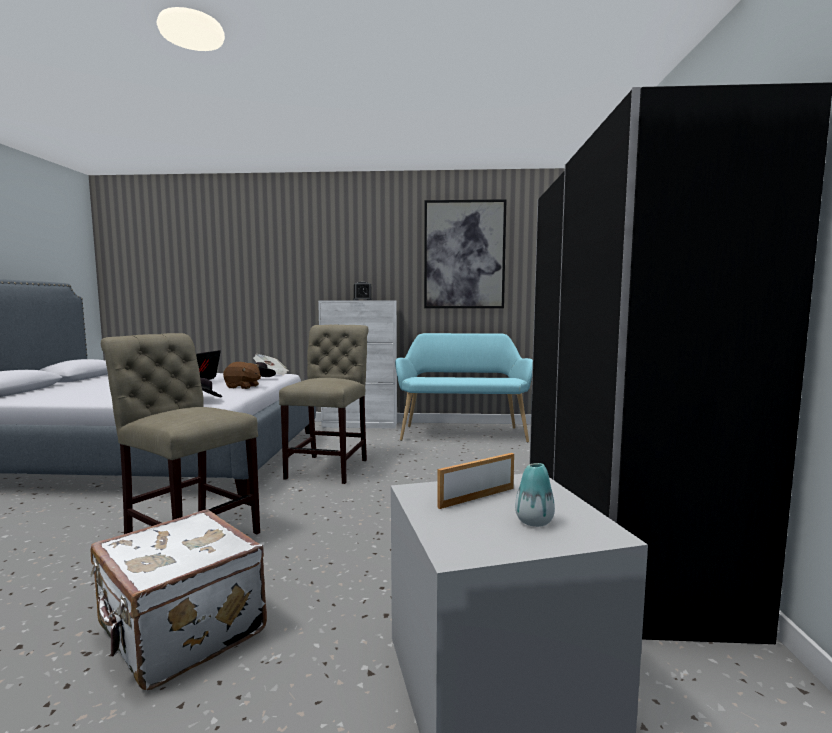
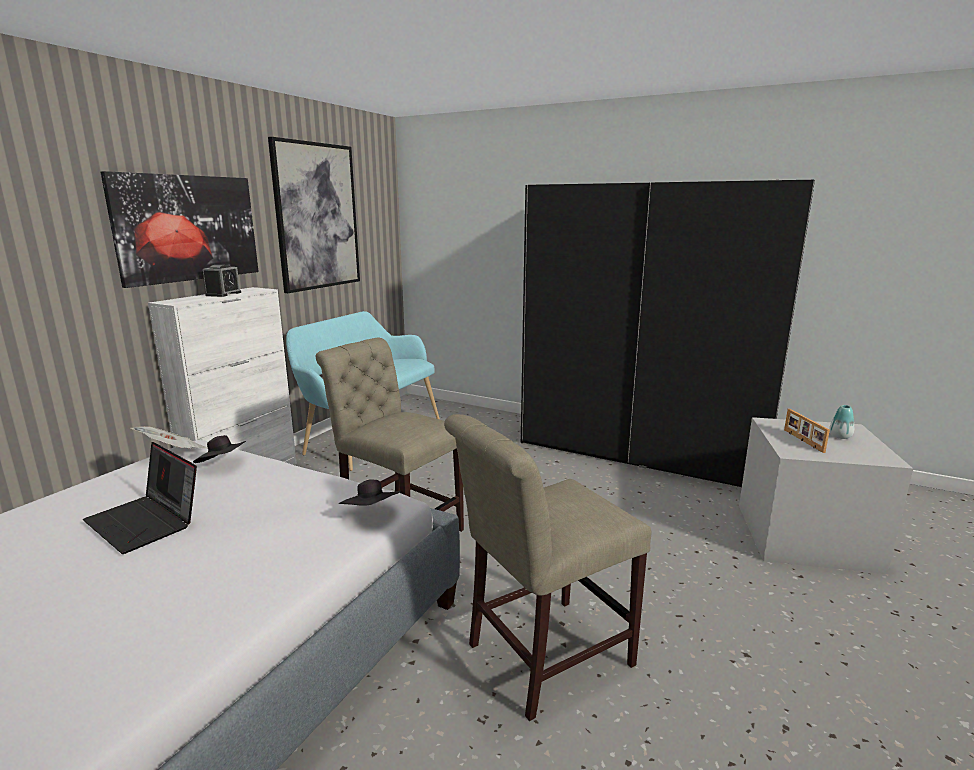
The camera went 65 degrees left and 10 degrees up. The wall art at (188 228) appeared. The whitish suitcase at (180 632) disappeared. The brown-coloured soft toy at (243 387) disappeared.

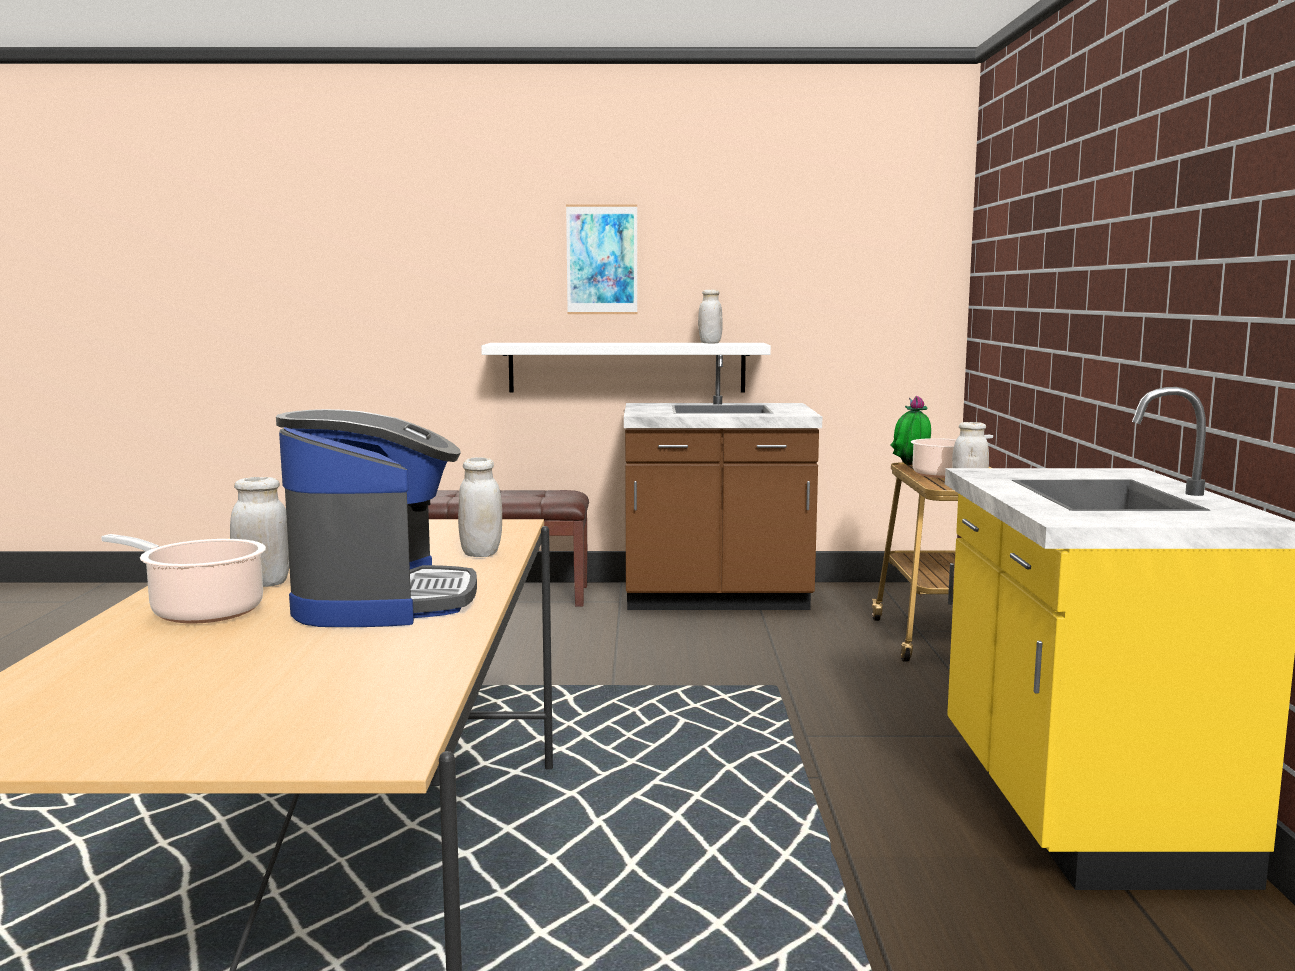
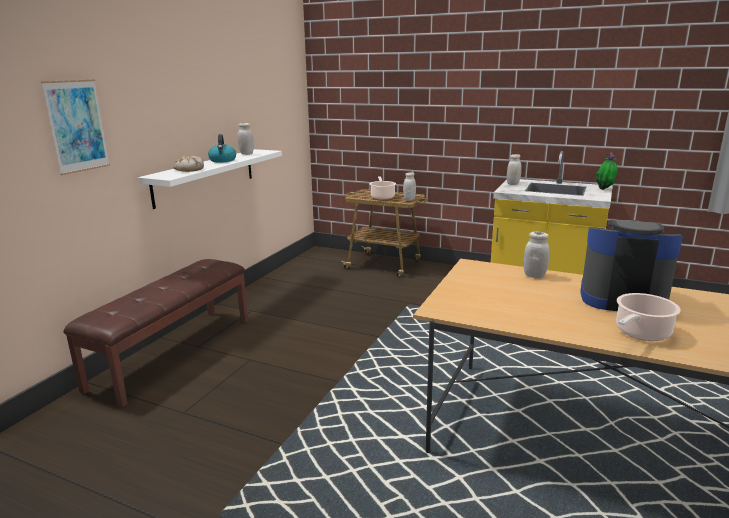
The camera went 65 degrees left and 10 degrees up. The wall art moved from (602 259) to (77 126). The baked bread at (189 169) appeared. The water kettle at (223 160) appeared. The whitish preserve jar moved from (263 583) to (513 184). The potted plant moved from (910 466) to (605 189). The brown-coloured kitchen base unit at (716 599) disappeared.

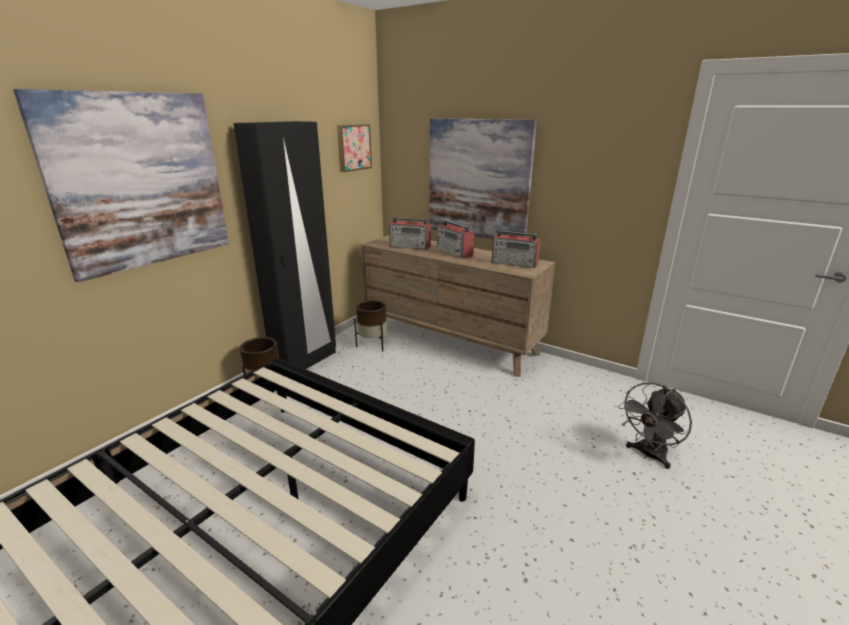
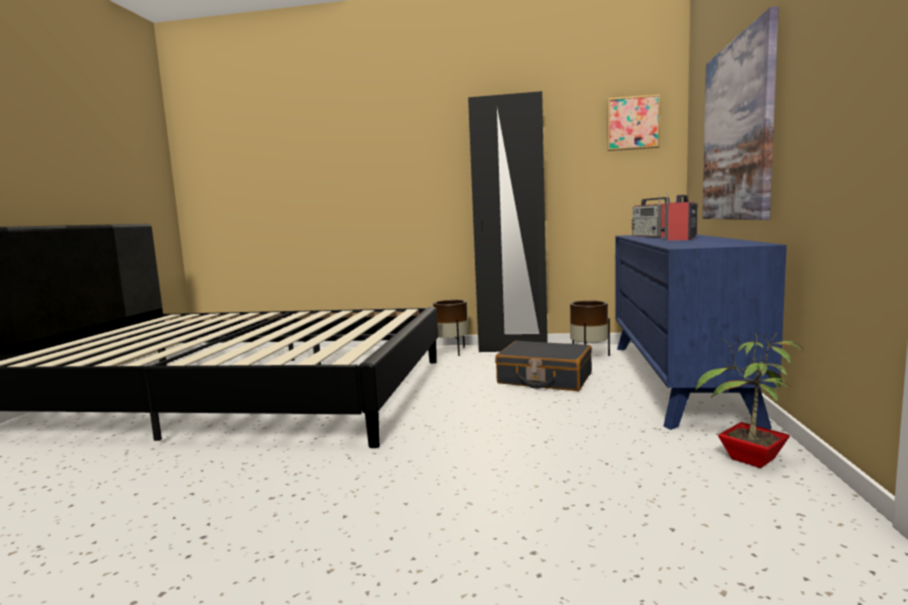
The camera went 65 degrees right and 15 degrees down. The black suitcase at (544 379) appeared. The brown-coloured drawer chest at (450 341) became the blue-coloured drawer chest at (676 379). The potted plant at (751 460) appeared. The wall art at (140 181) disappeared. The radio receiver at (515 263) disappeared. The grey electric fan at (648 455) disappeared.

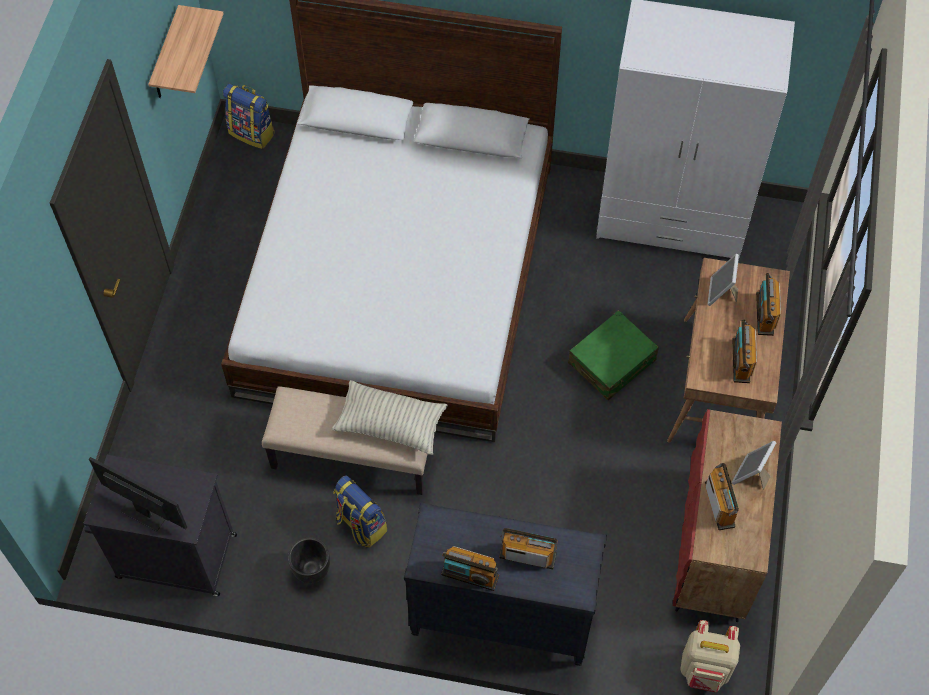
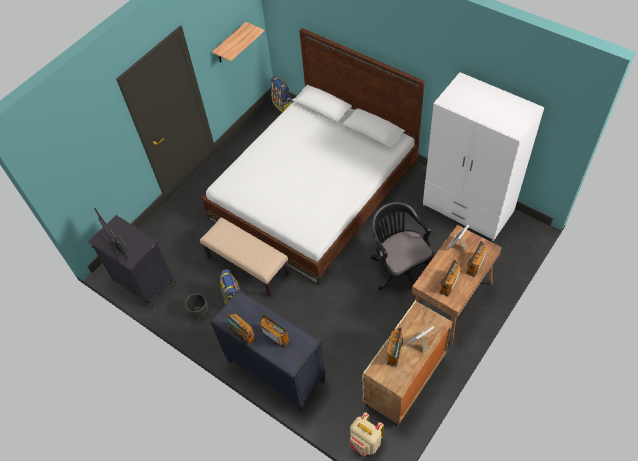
The camera went 30 degrees right and 5 degrees down. The reddish cupboard at (715 546) became the beige cupboard at (404 381). The green-coloured suitcase at (612 362) was replaced by the black computer chair at (399 268). The throw pillow at (391 424) disappeared.

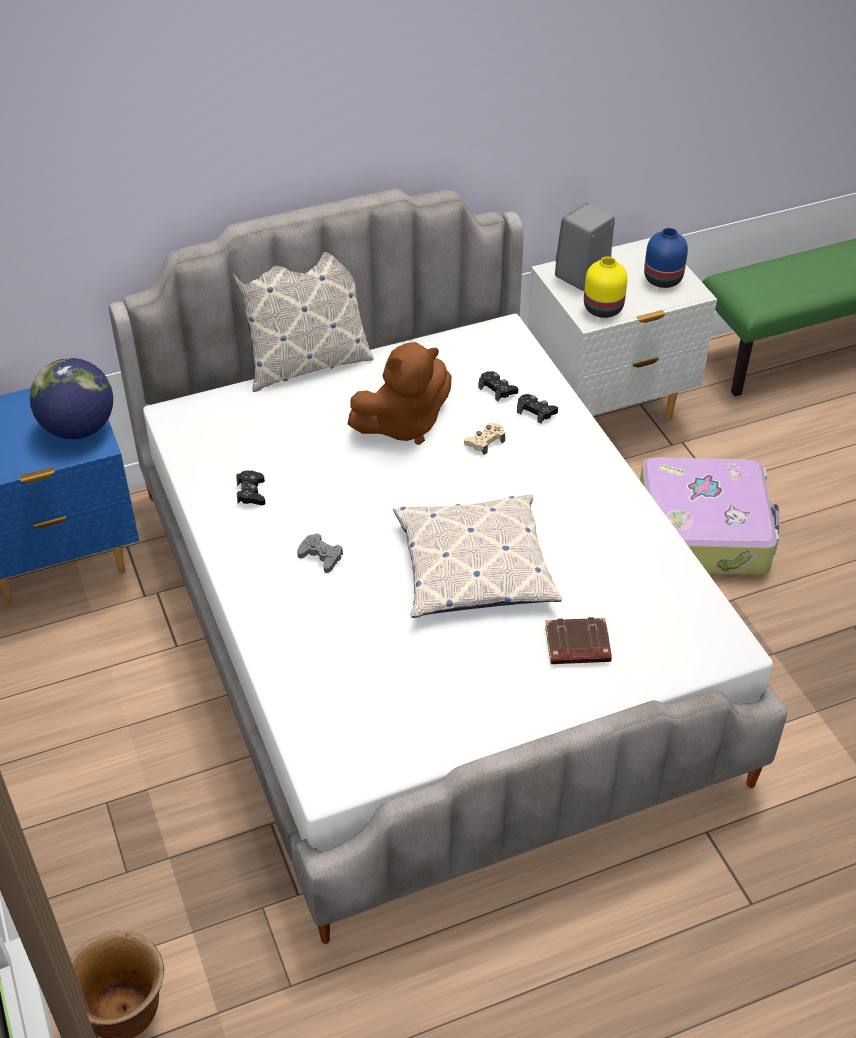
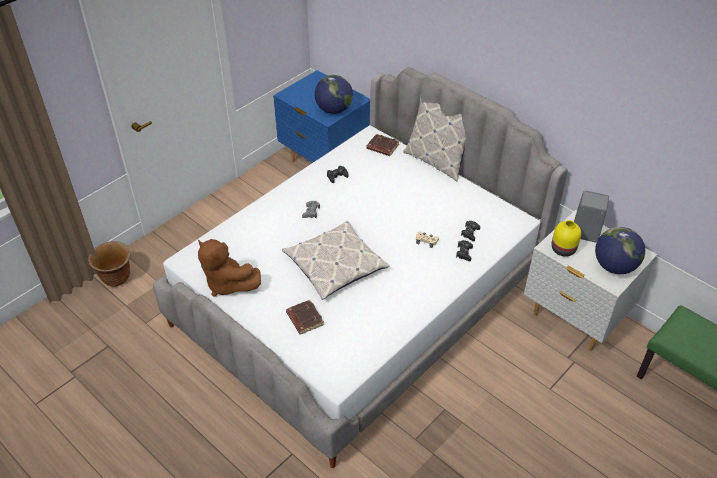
The camera went 65 degrees right and 0 degrees up. The brown-coloured soft toy moved from (403 424) to (227 283). The brown-coloured book at (382 147) appeared. The blue-coloured flower vase at (661 279) was replaced by the globe at (614 266). The suitcase at (703 531) disappeared.

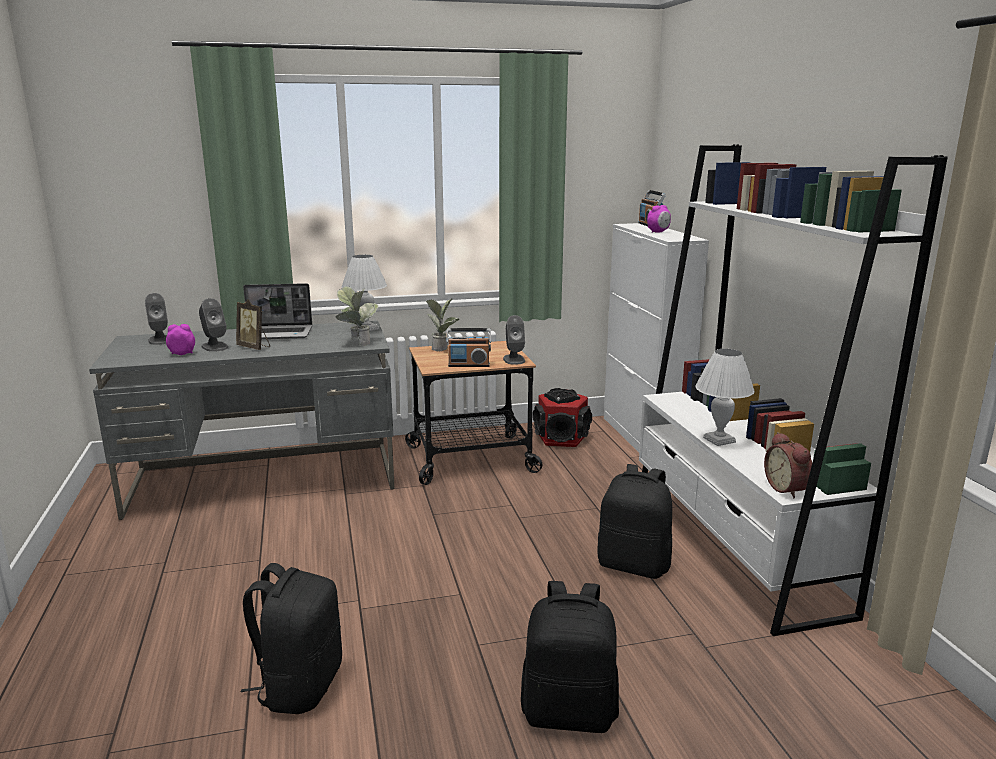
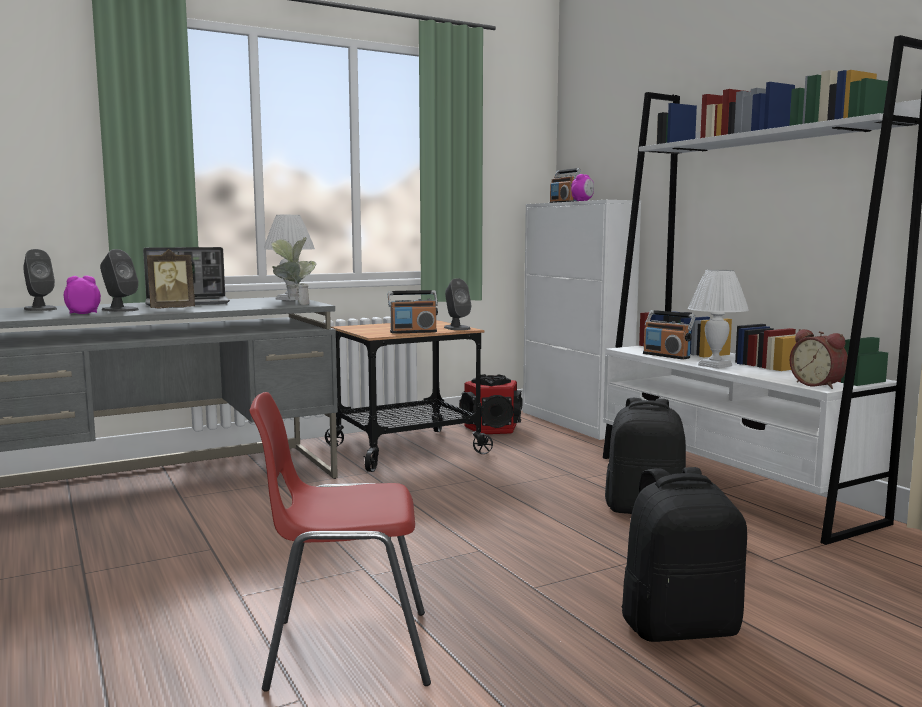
The camera went 15 degrees left and 10 degrees down. The standing frame at (254 347) turned 45 degrees counterclockwise. The black knapsack at (299 685) was replaced by the reddish plain chair at (345 650). The radio receiver at (666 356) appeared. The potted plant at (443 348) disappeared.

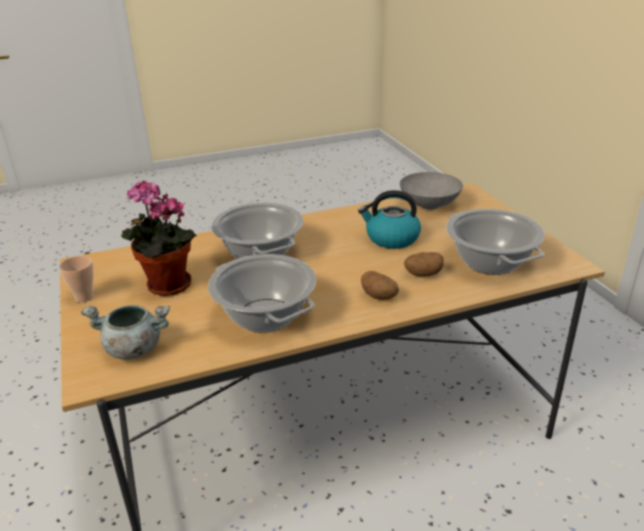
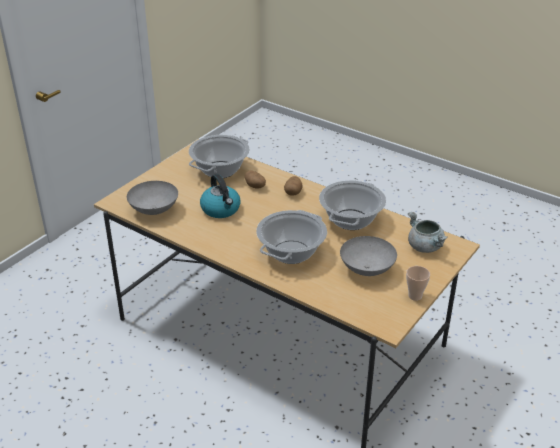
The camera went 125 degrees left and 5 degrees up. The potted plant at (165 287) was replaced by the grey serving bowl at (368 269).

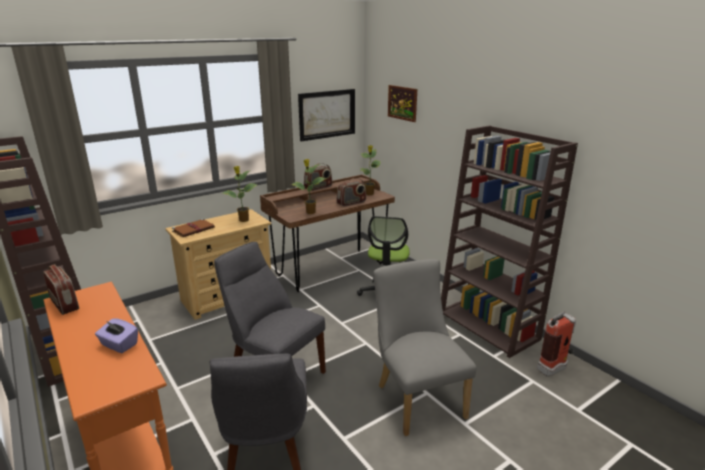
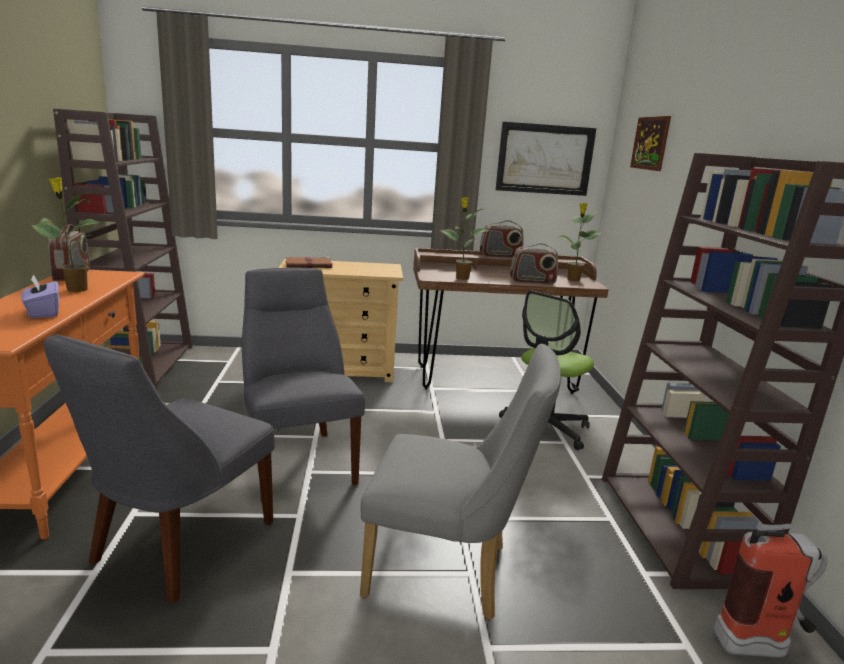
The camera went 30 degrees right and 5 degrees down. The potted plant moved from (243 220) to (75 289). The grey plain chair at (417 397) turned 90 degrees clockwise.

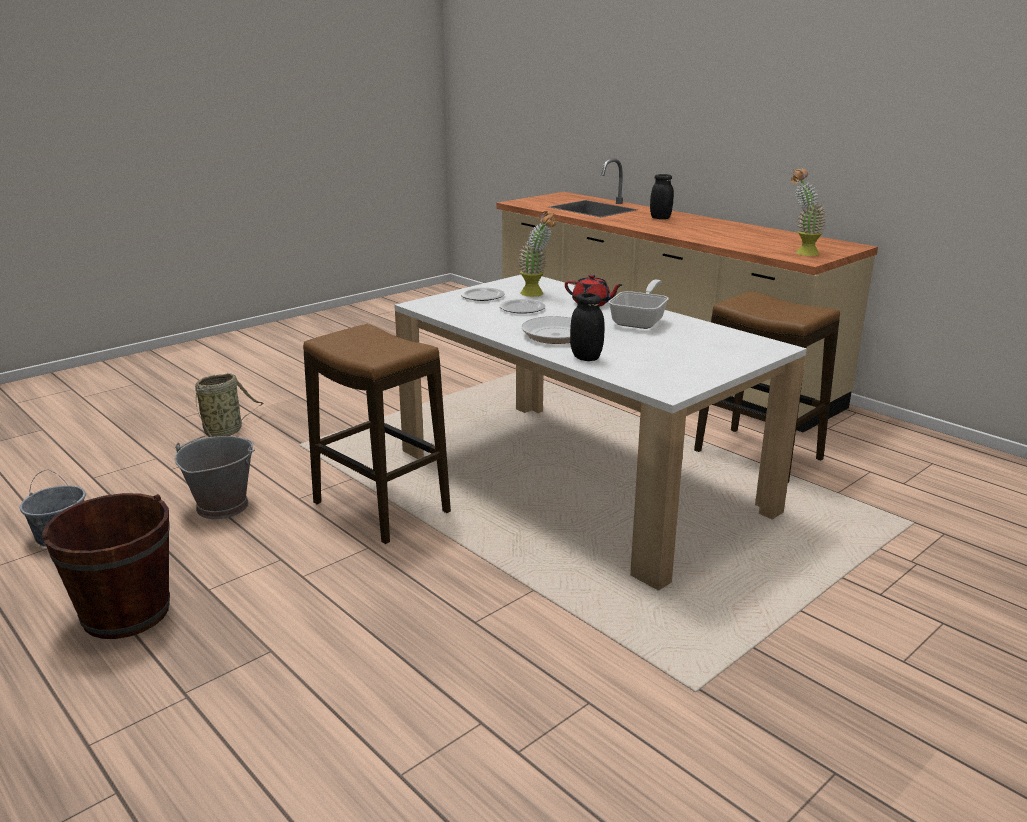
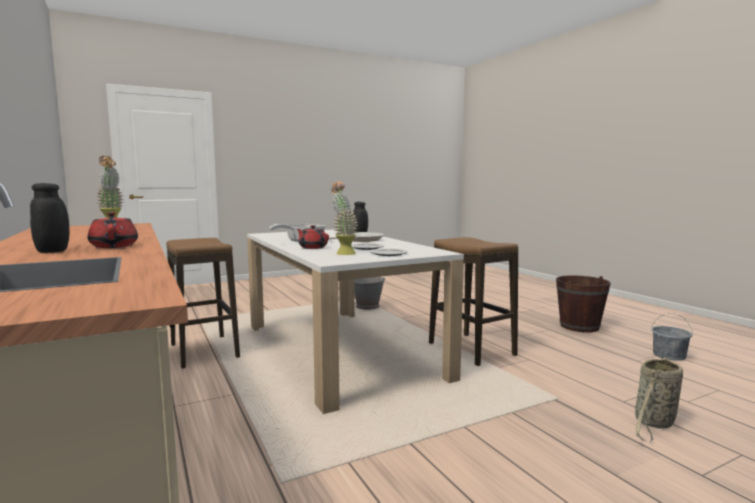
The camera went 165 degrees left and 15 degrees down. The reddish teapot at (114 246) appeared. The grey pail moved from (222 506) to (368 307).

